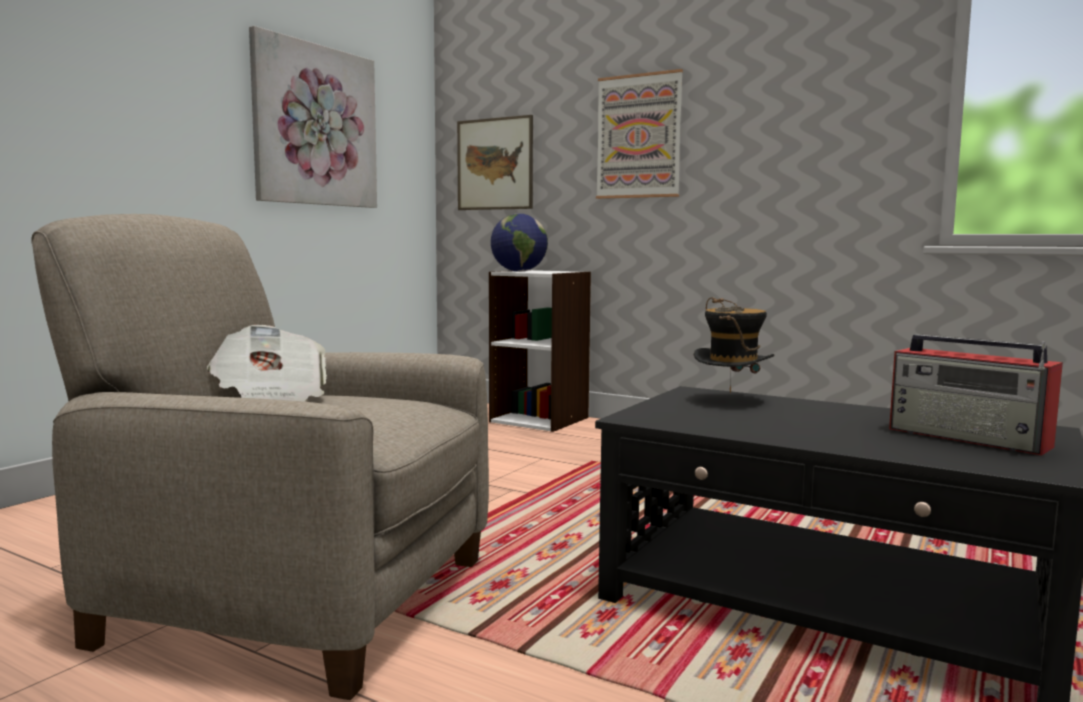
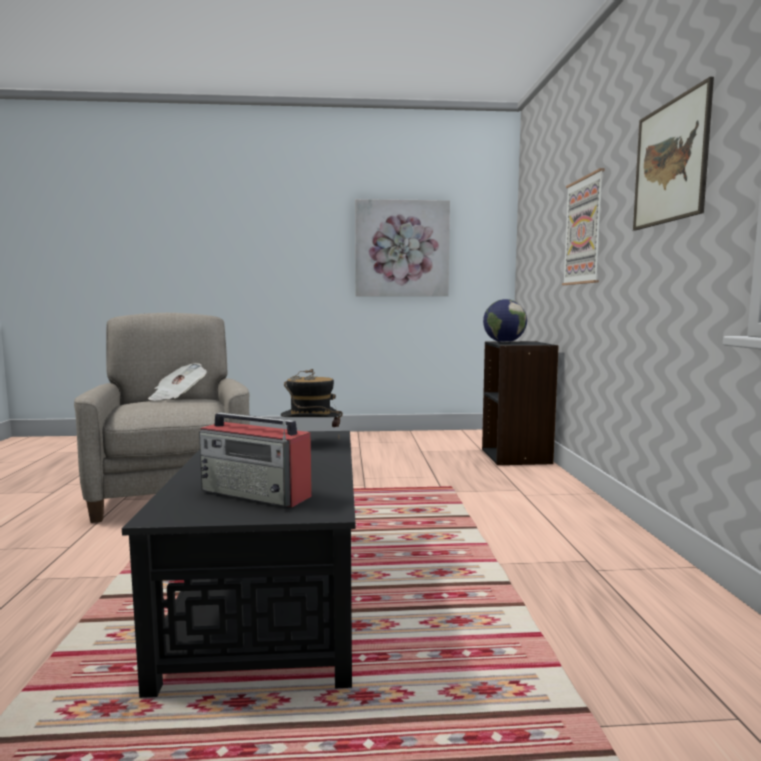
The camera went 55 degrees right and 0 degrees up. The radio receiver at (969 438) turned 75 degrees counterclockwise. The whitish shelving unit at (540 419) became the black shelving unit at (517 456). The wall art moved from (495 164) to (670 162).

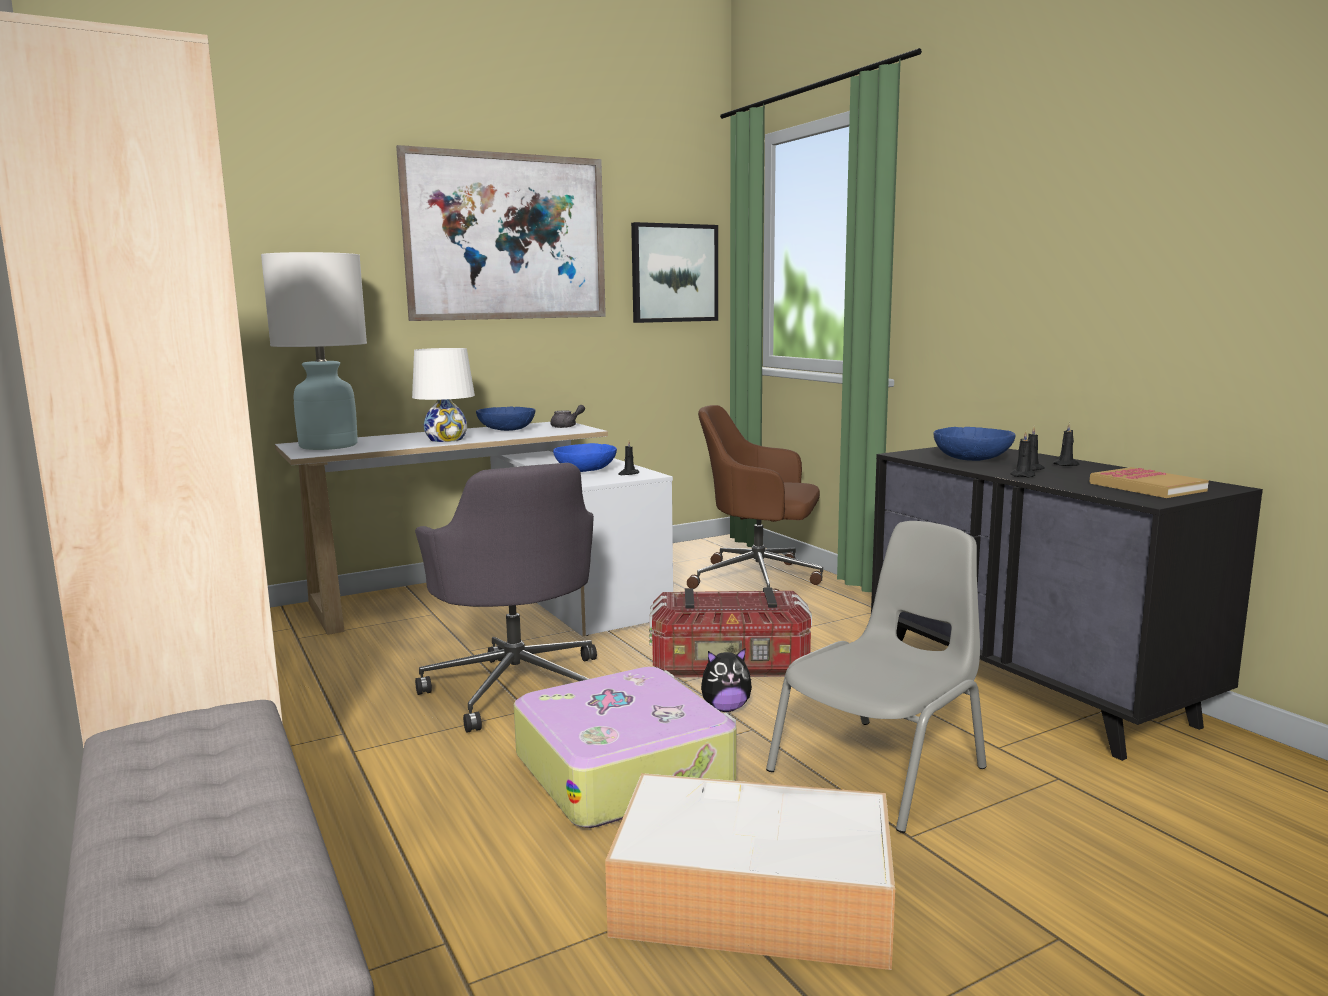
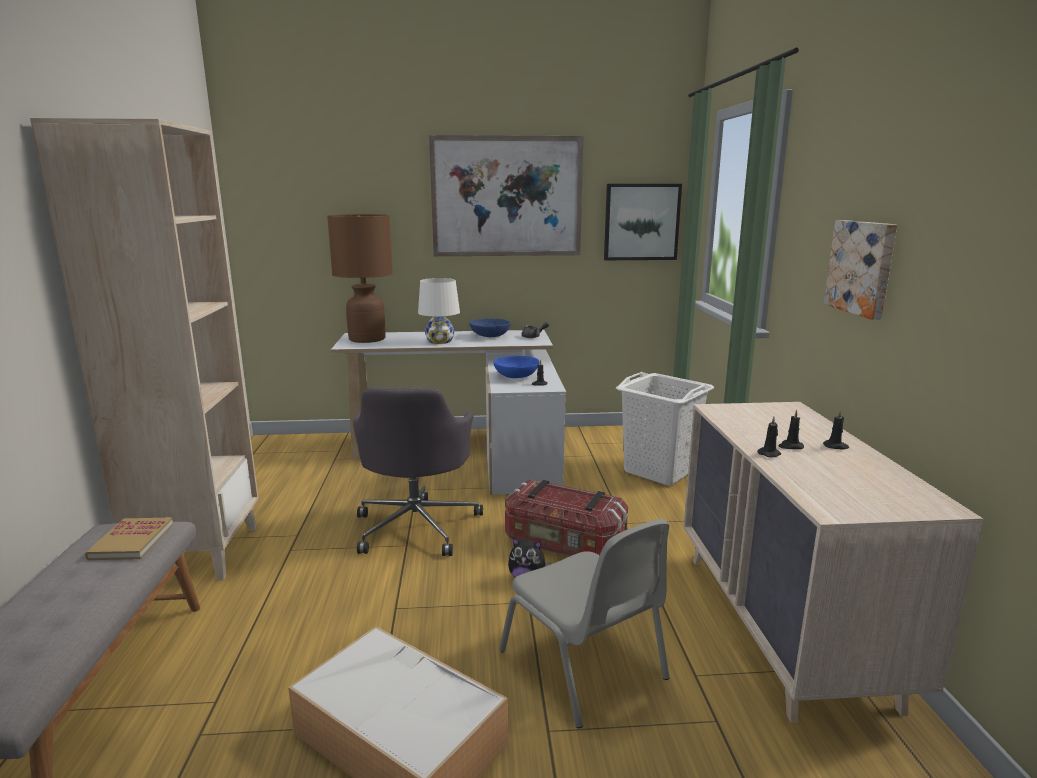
The camera went 25 degrees right and 5 degrees up. The book moved from (1146 487) to (132 541). The whitish tabletop lamp at (329 446) became the brown-coloured tabletop lamp at (367 339). The grey plain chair at (881 769) turned 75 degrees clockwise. The brown-coloured computer chair at (759 580) was replaced by the whitish hamper at (659 471). The black drawer chest at (1032 687) became the beige drawer chest at (783 626). The wall art at (862 267) appeared. The suitcase at (625 768) disappeared. The blue-coloured serving bowl at (972 459) disappeared.

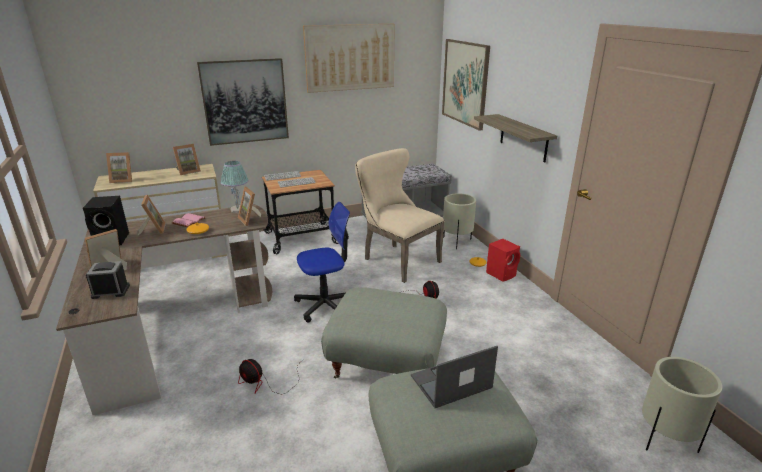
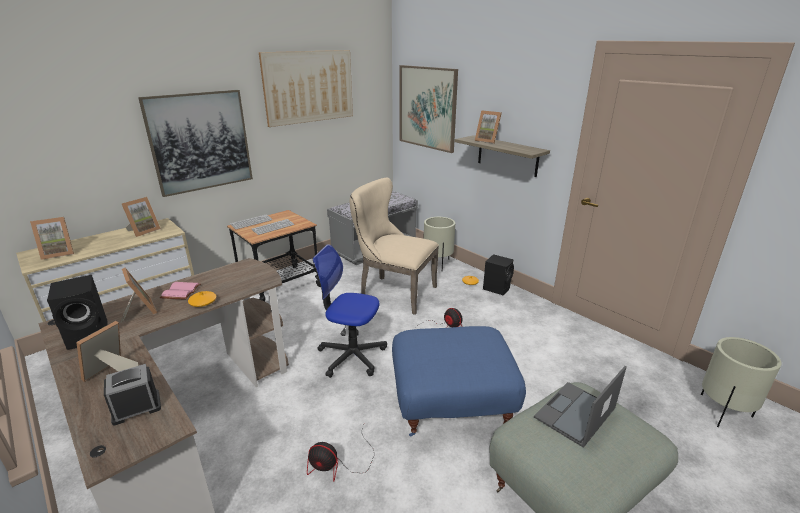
The camera went 20 degrees left and 0 degrees up. The computer chair at (326 305) turned 120 degrees counterclockwise. The grey pouffe at (387 363) became the blue-coloured pouffe at (452 404). The standing frame moved from (251 220) to (487 141). The reddish audio speaker at (502 274) became the black audio speaker at (497 288). The tabletop lamp at (238 210) disappeared.

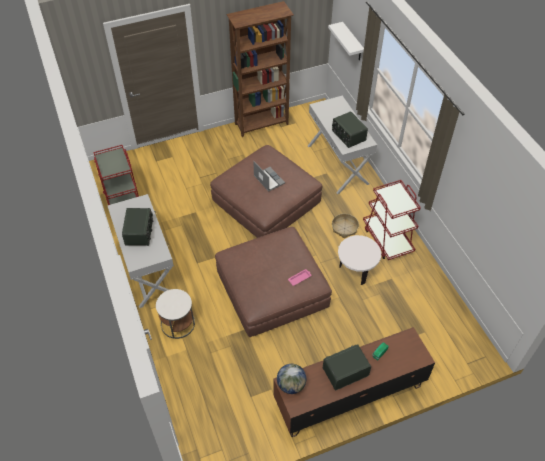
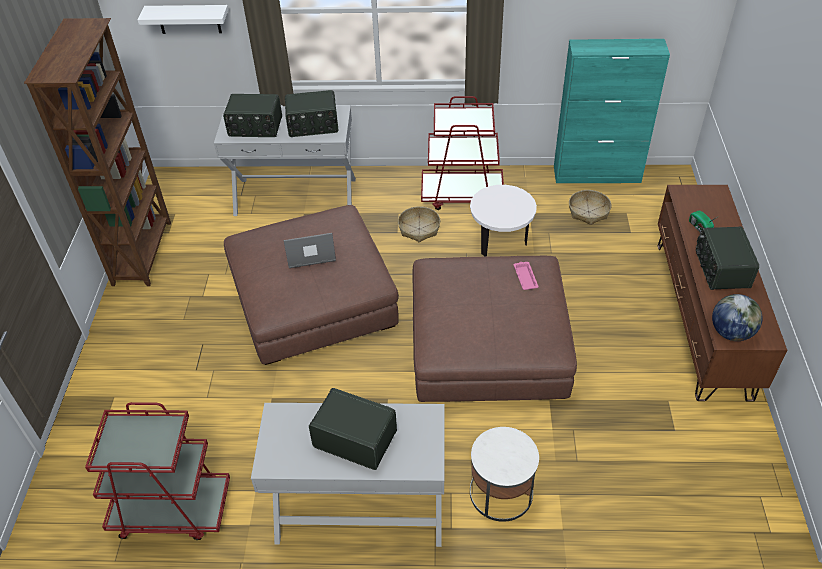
The camera went 65 degrees left and 5 degrees down. The radio receiver at (255 127) appeared. The blue-green cupboard at (597 174) appeared. The storage basket at (588 212) appeared.

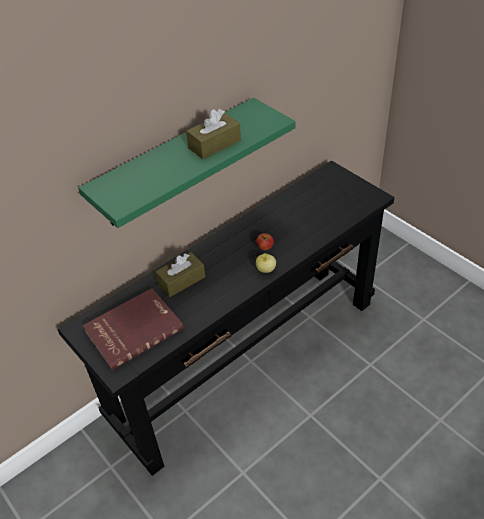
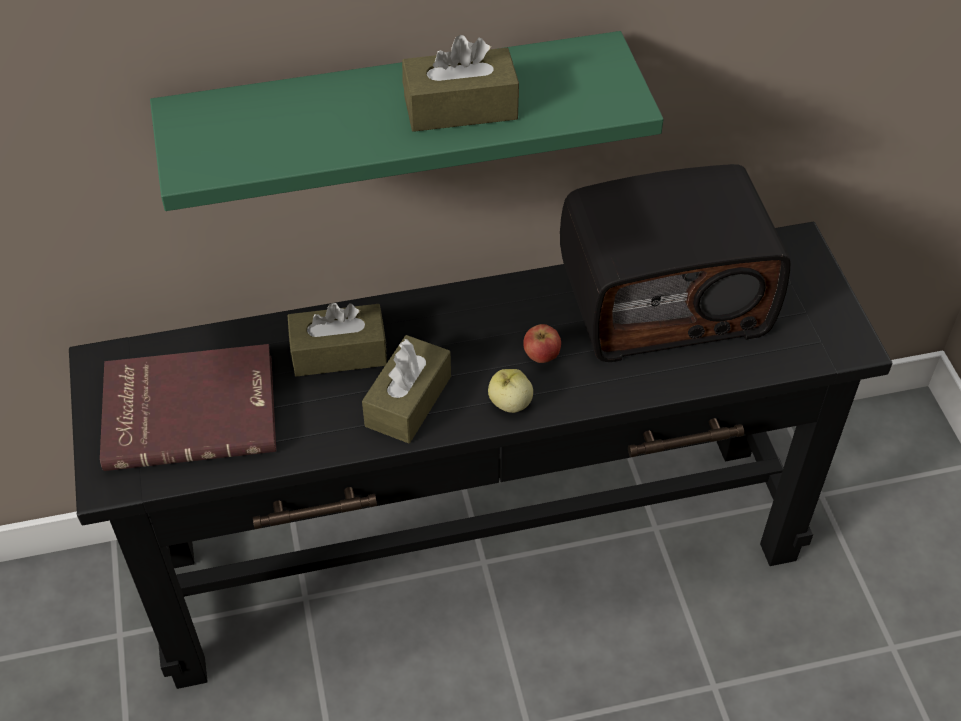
The camera went 25 degrees right and 5 degrees up. The brown-coloured tissue box at (408 401) appeared. The radio receiver at (664 300) appeared.

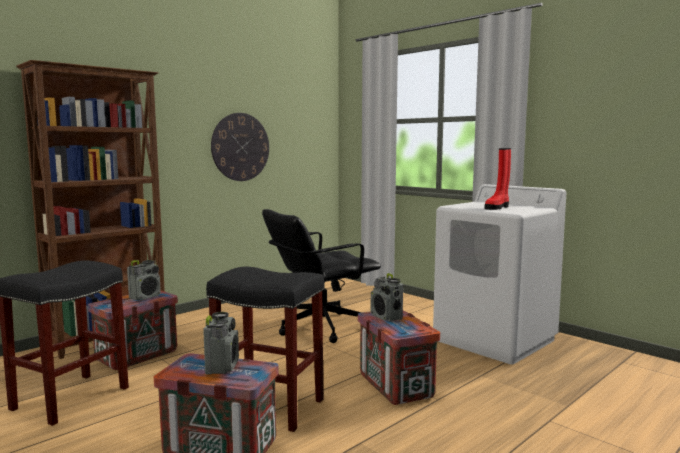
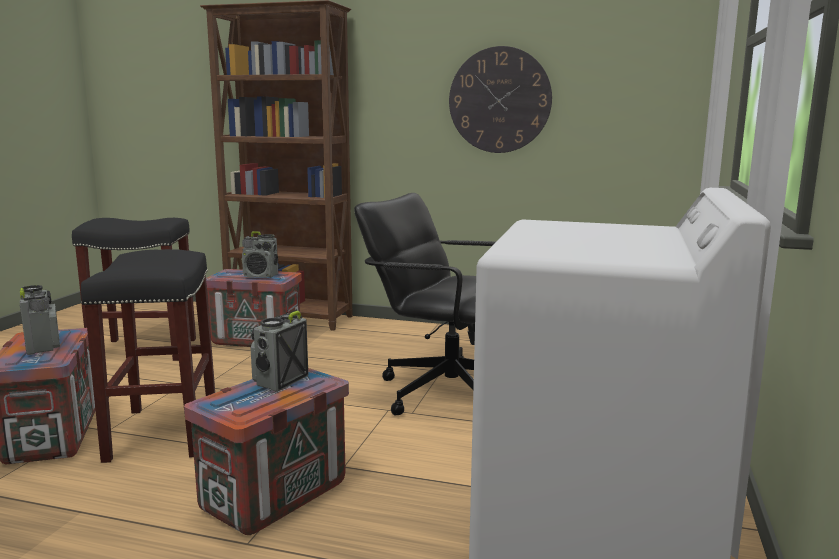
The camera went 60 degrees right and 5 degrees up. The radio receiver at (222 366) turned 90 degrees counterclockwise. The reddish tall boot at (497 207) disappeared.

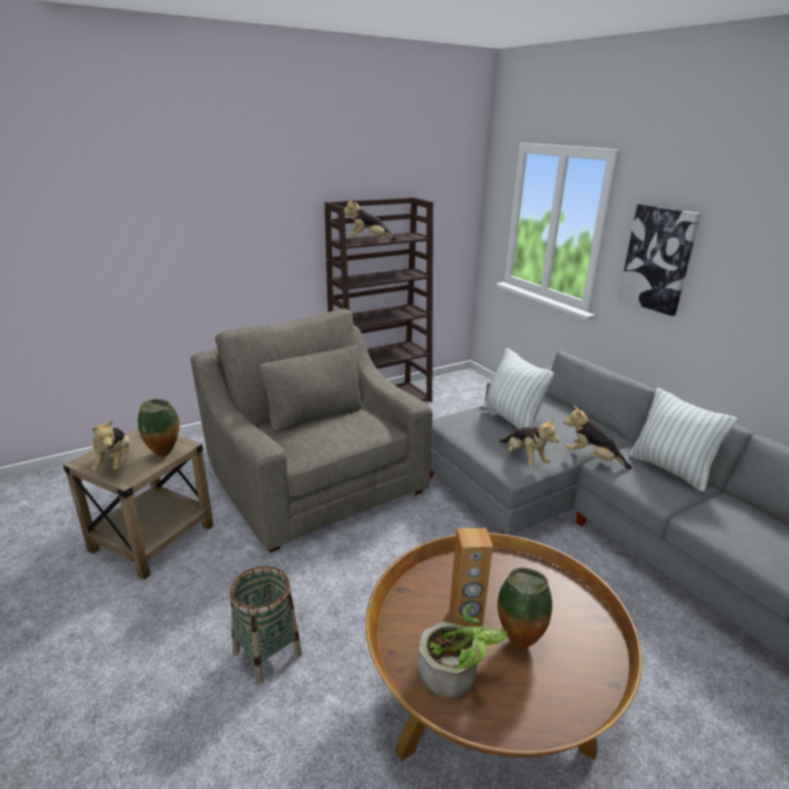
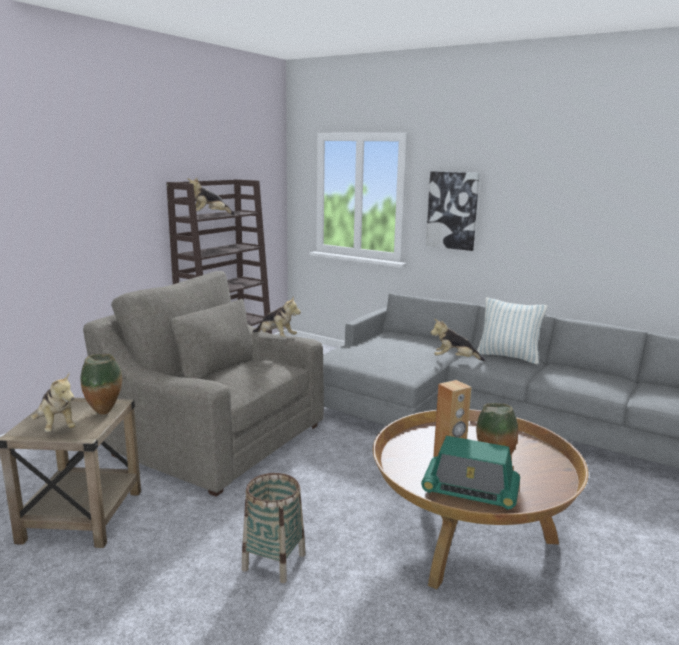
The camera went 25 degrees left and 10 degrees down. The soft toy moved from (524 458) to (276 337). The potted plant at (456 673) was replaced by the radio receiver at (470 491). The throw pillow at (512 419) disappeared.

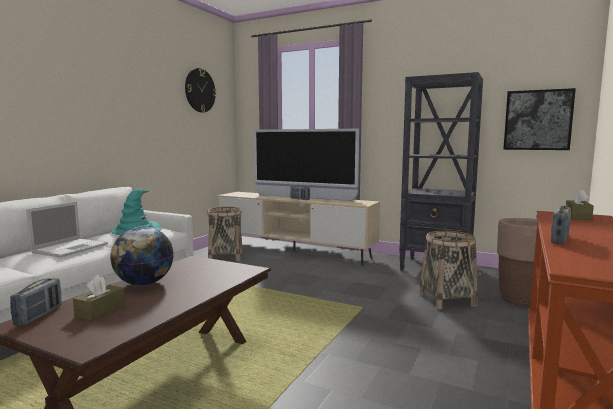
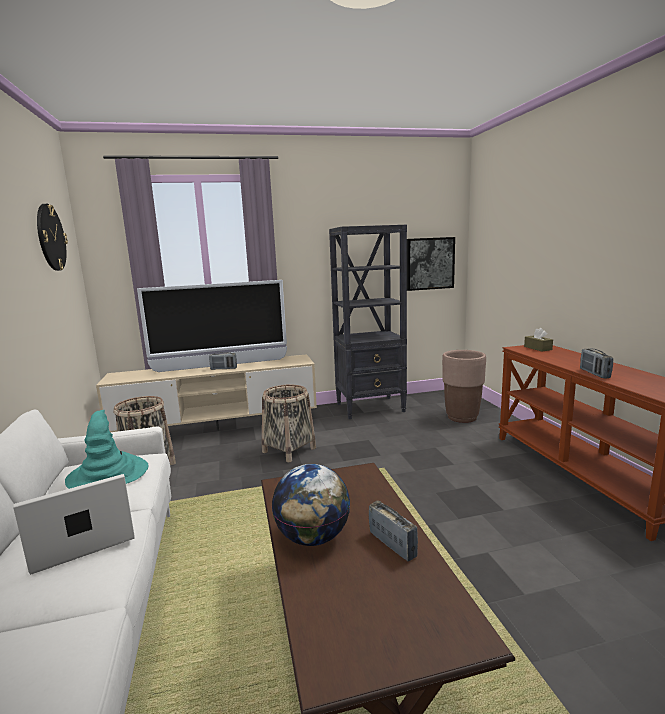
The camera went 40 degrees left and 5 degrees up. The portable computer at (71 248) turned 105 degrees counterclockwise. The storage basket moved from (447 300) to (289 450). The radio receiver moved from (39 316) to (392 545). The brown-coloured tissue box at (100 310) disappeared.

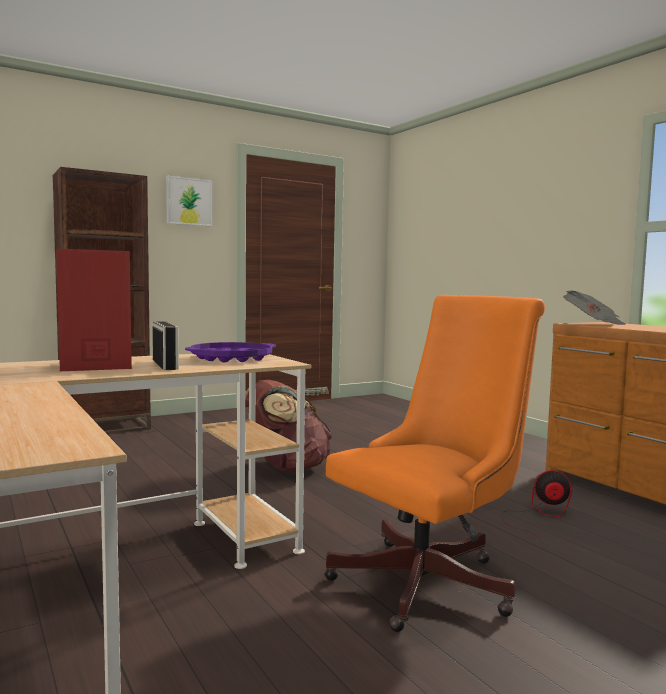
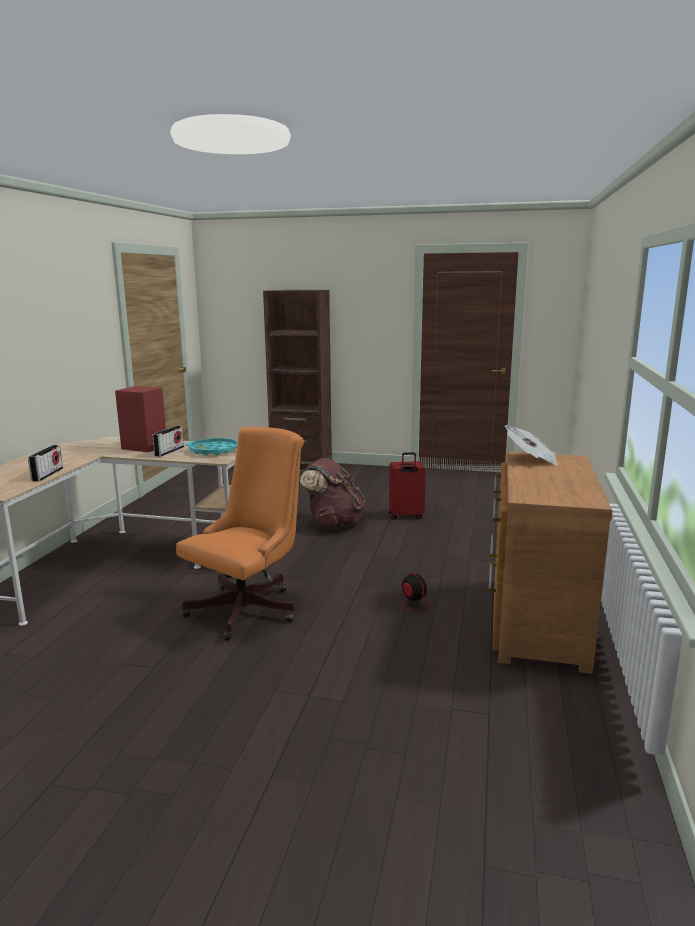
The camera went 45 degrees right and 10 degrees up. The radio receiver at (47 474) appeared. The orangey computer chair at (432 581) turned 60 degrees counterclockwise. The purple-coloured serving tray at (232 358) became the blue-green serving tray at (214 451). The reddish suitcase at (405 516) appeared. The wall art at (189 201) disappeared.

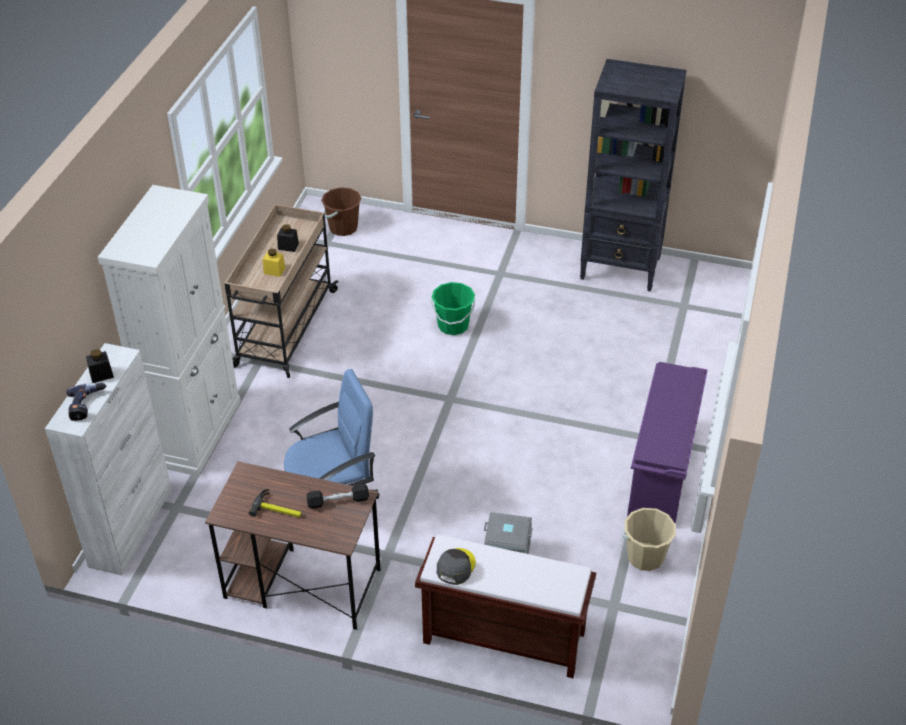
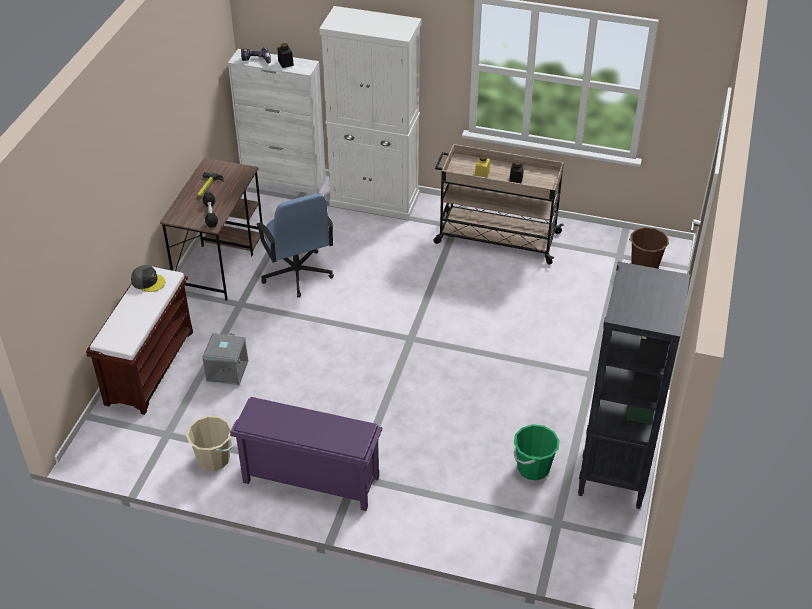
The camera went 90 degrees right and 0 degrees up. The green-coloured pail moved from (453 325) to (533 468).

